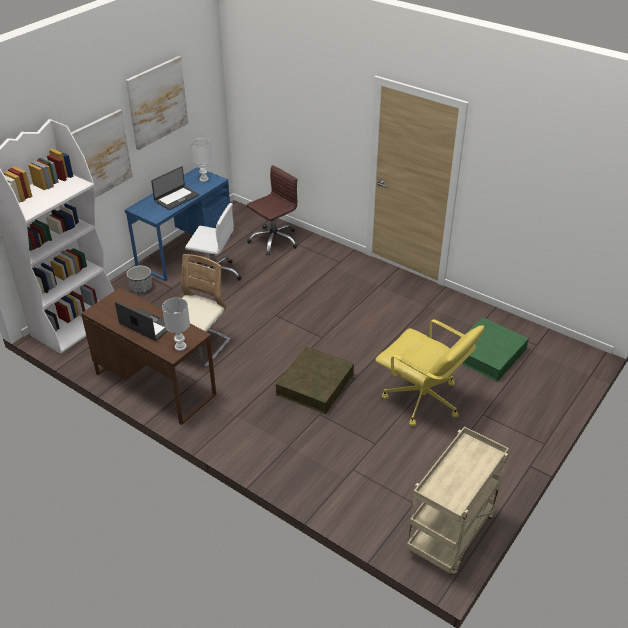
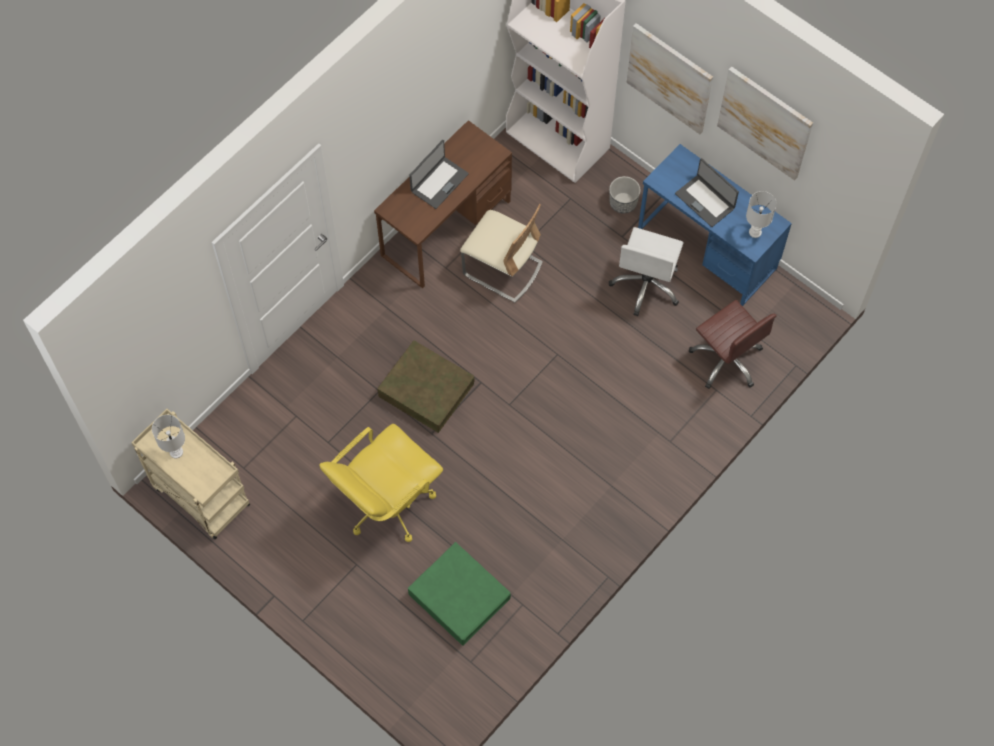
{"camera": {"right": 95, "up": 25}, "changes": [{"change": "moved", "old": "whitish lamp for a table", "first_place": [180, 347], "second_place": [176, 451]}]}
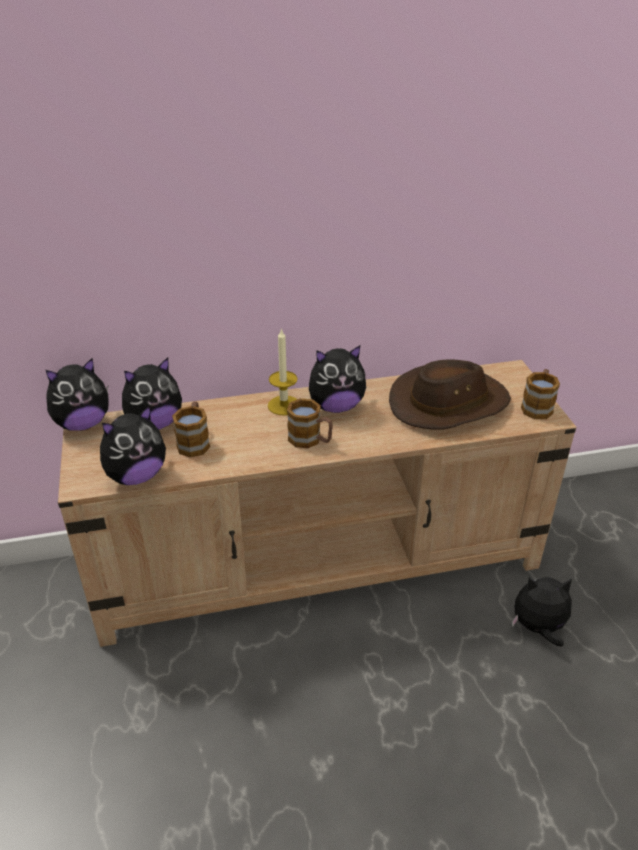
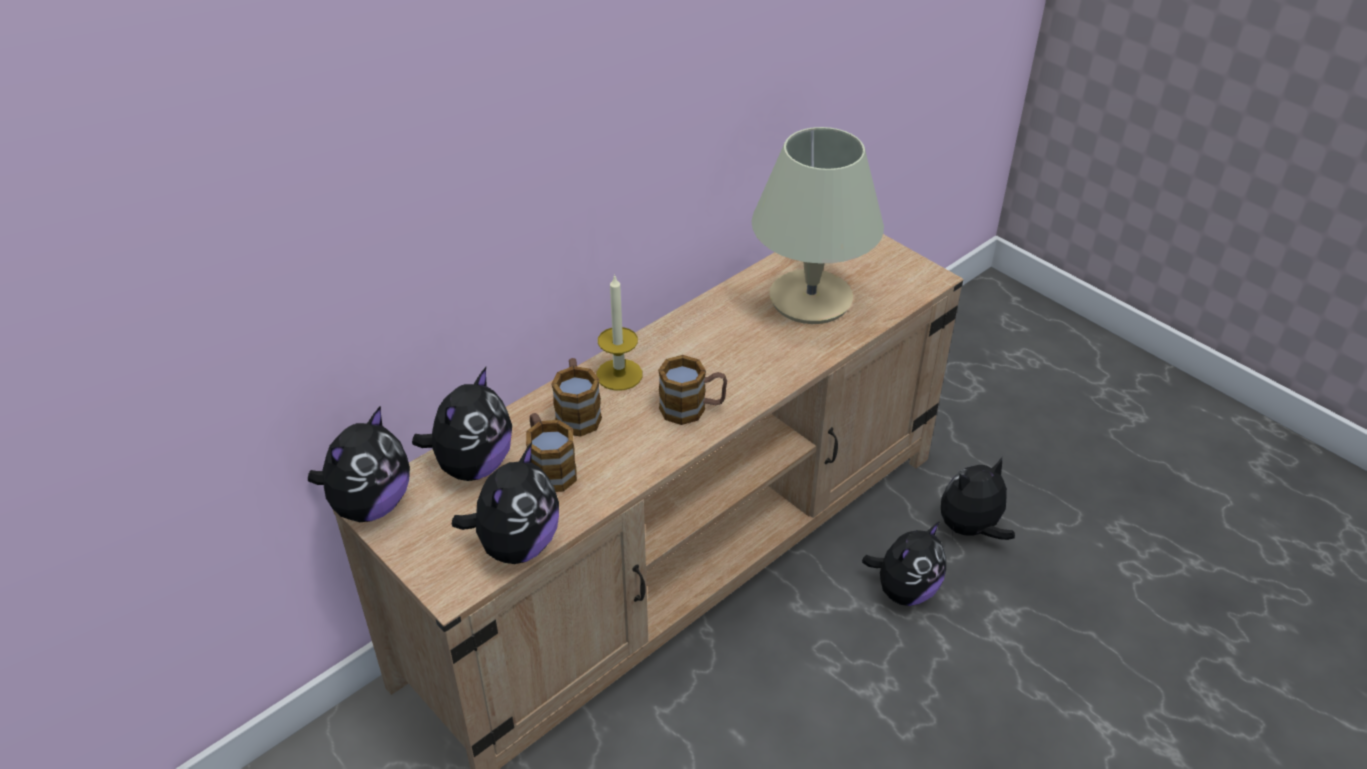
{"camera": {"right": -30, "up": 5}, "changes": [{"change": "moved", "old": "coffee mug", "first_place": [538, 406], "second_place": [577, 412]}, {"change": "replaced", "old": "brown clothing hat", "new": "beige-coloured lamp for a table", "first_place": [448, 403], "second_place": [809, 299]}, {"change": "moved", "old": "cuddly toy", "first_place": [336, 406], "second_place": [904, 590]}]}
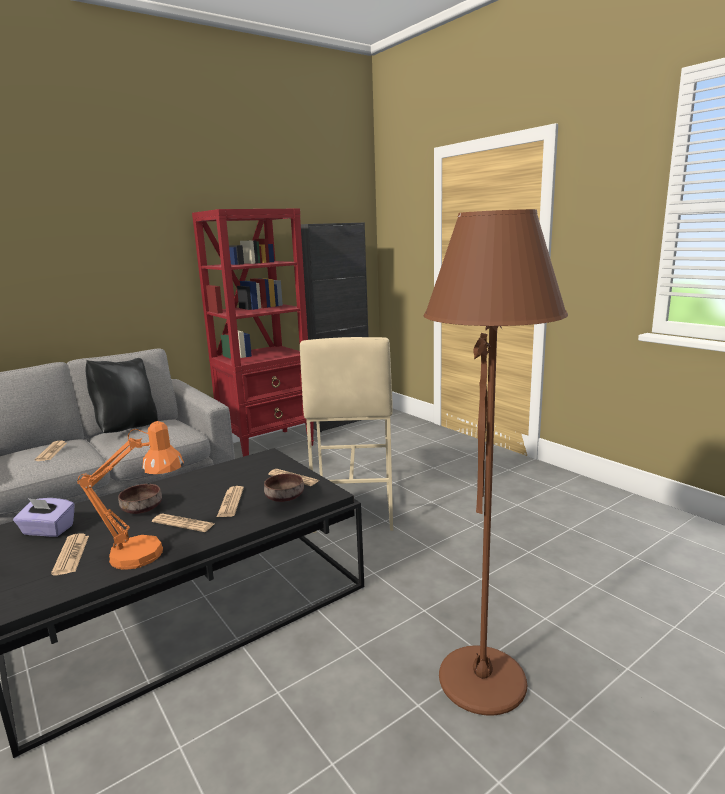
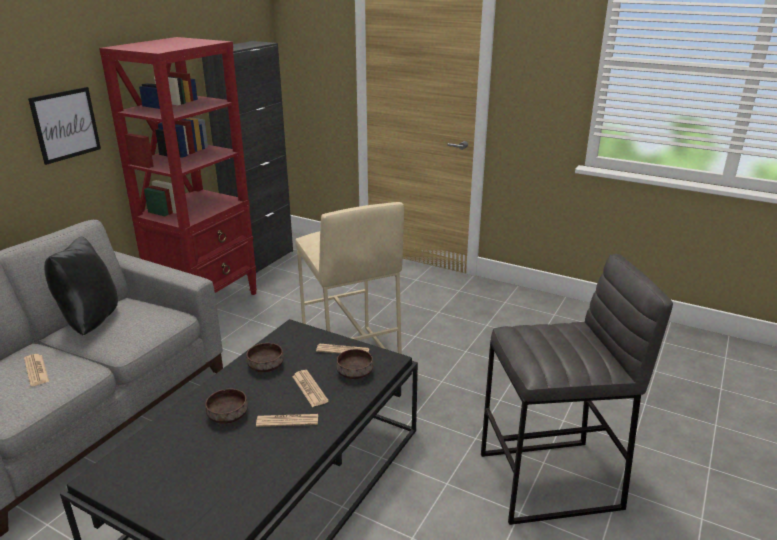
{"camera": {"right": -25, "up": 10}, "changes": [{"change": "added", "new": "picture", "second_place": [66, 125]}, {"change": "added", "new": "brown bowl", "second_place": [265, 366]}, {"change": "replaced", "old": "brown standing lamp", "new": "gray sitting stool", "first_place": [482, 682], "second_place": [551, 481]}, {"change": "removed", "old": "purple-coloured tissue holder", "first_place": [48, 530]}, {"change": "removed", "old": "newspaper", "first_place": [71, 555]}, {"change": "removed", "old": "orange-coloured lamp for a table", "first_place": [148, 553]}]}
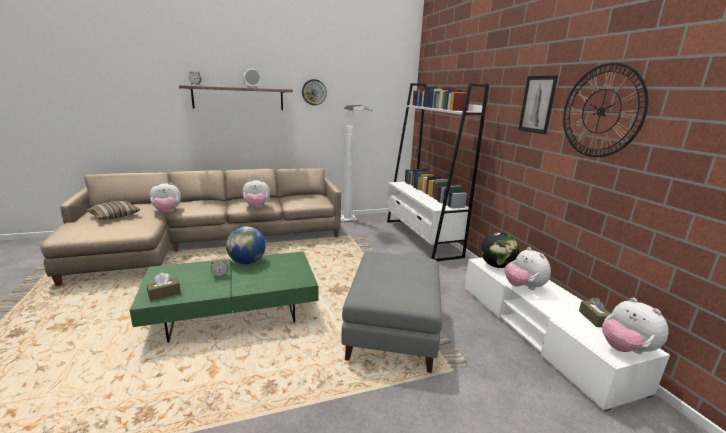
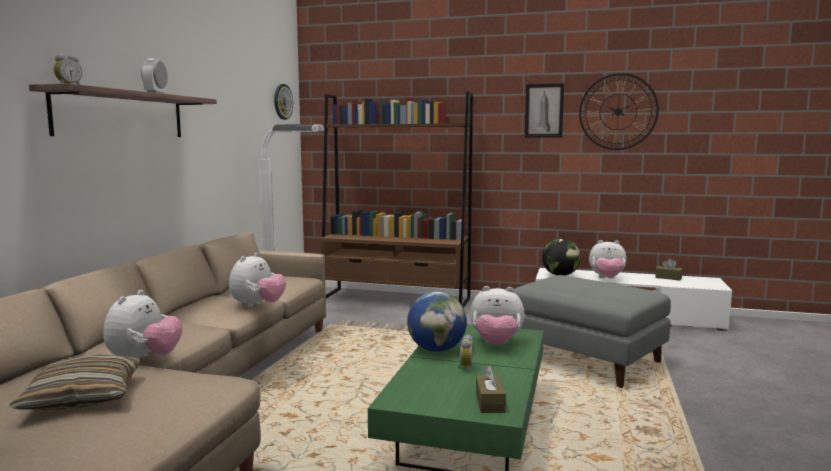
{"camera": {"right": -55, "up": -10}, "changes": [{"change": "moved", "old": "hanging clock", "first_place": [314, 92], "second_place": [282, 102]}, {"change": "recoloured", "old": "whitish bookcase", "new": "brown bookcase", "first_place": [421, 238], "second_place": [396, 299]}, {"change": "moved", "old": "cuddly toy", "first_place": [626, 349], "second_place": [496, 344]}]}
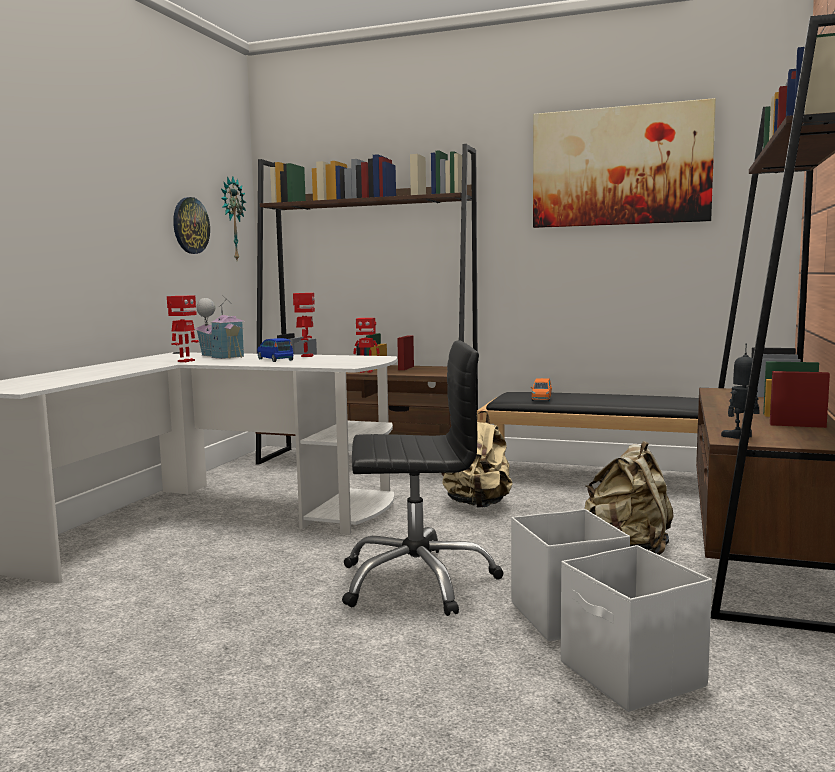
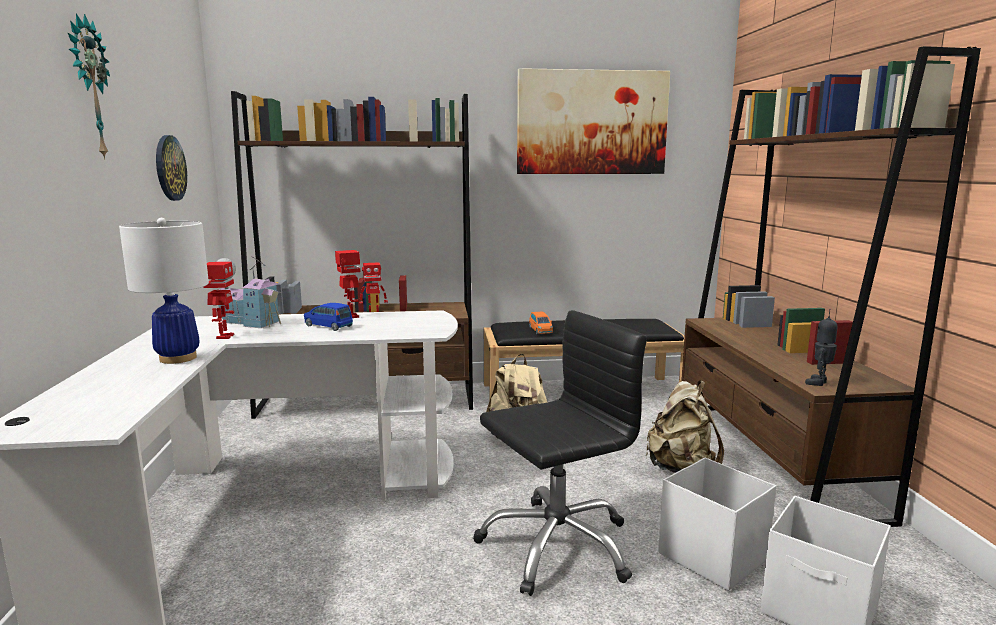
{"camera": {"right": -25, "up": 5}, "changes": [{"change": "moved", "old": "hanging clock", "first_place": [231, 219], "second_place": [88, 88]}, {"change": "added", "new": "whitish lamp for a table", "second_place": [178, 358]}]}
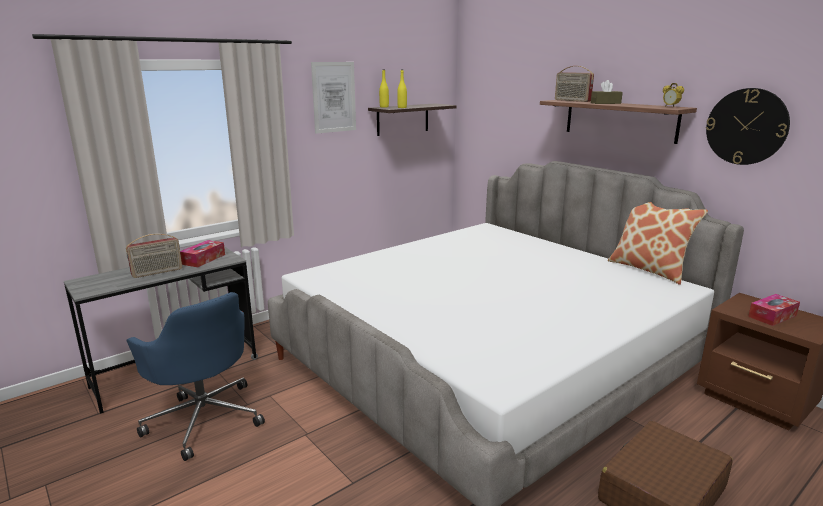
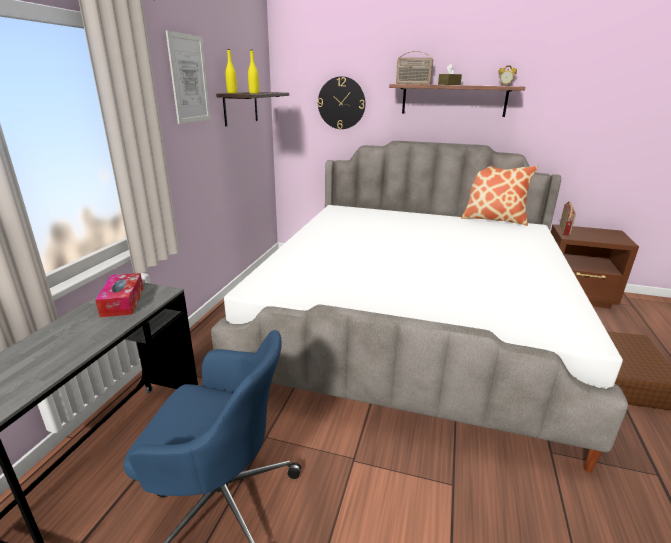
{"camera": {"right": -35, "up": 5}, "changes": [{"change": "moved", "old": "hanging clock", "first_place": [746, 126], "second_place": [341, 103]}, {"change": "moved", "old": "radio receiver", "first_place": [157, 272], "second_place": [564, 230]}, {"change": "removed", "old": "tissue holder", "first_place": [772, 316]}]}
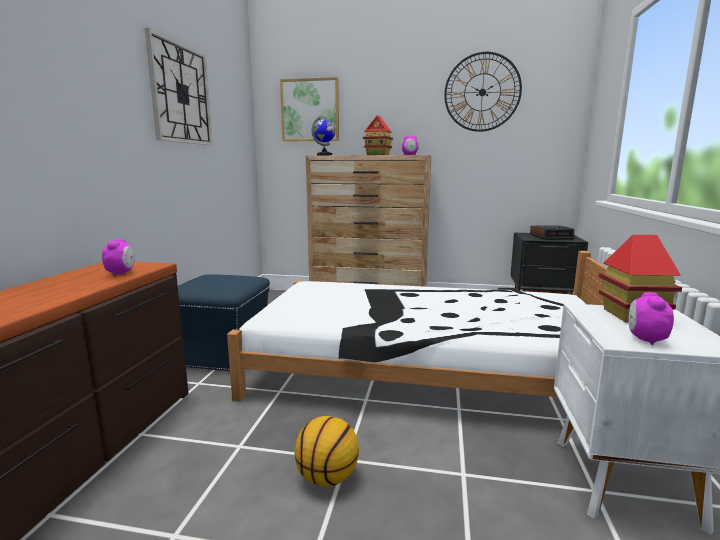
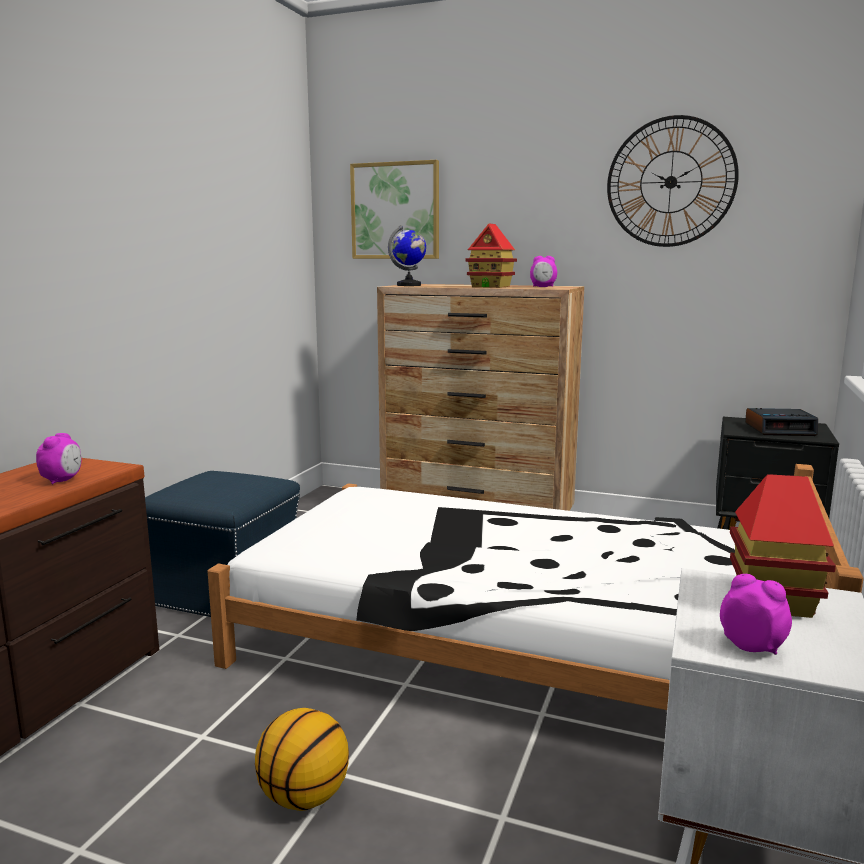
{"camera": {"right": 10, "up": 0}, "changes": [{"change": "turned", "old": "alarm clock", "first_place": [645, 339], "second_place": [752, 646], "degrees": 105}, {"change": "removed", "old": "hanging clock", "first_place": [181, 94]}]}
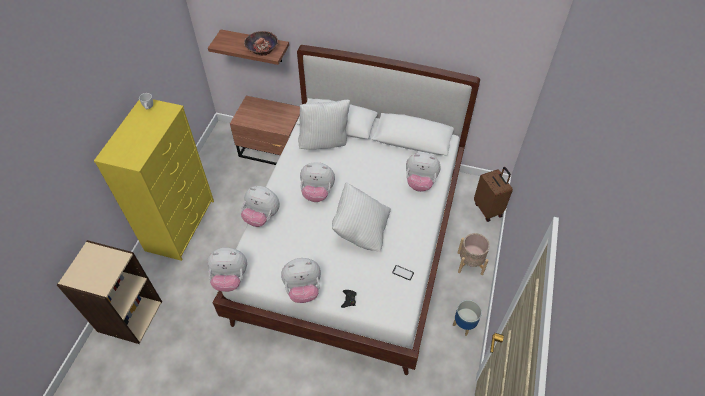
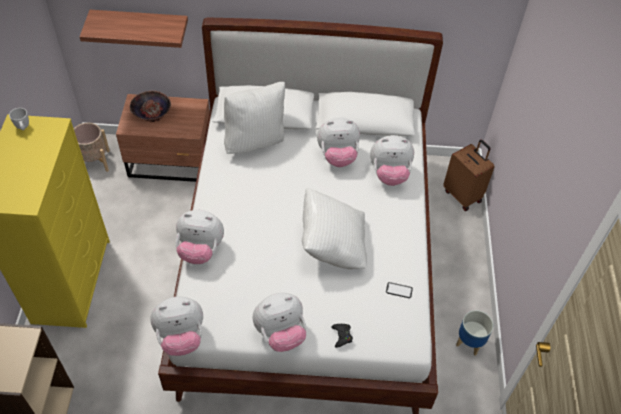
{"camera": {"right": -15, "up": 0}, "changes": [{"change": "moved", "old": "beige-coloured plant pot", "first_place": [470, 263], "second_place": [94, 161]}, {"change": "moved", "old": "bowl", "first_place": [262, 47], "second_place": [151, 111]}, {"change": "moved", "old": "cuddly toy", "first_place": [317, 193], "second_place": [337, 156]}]}
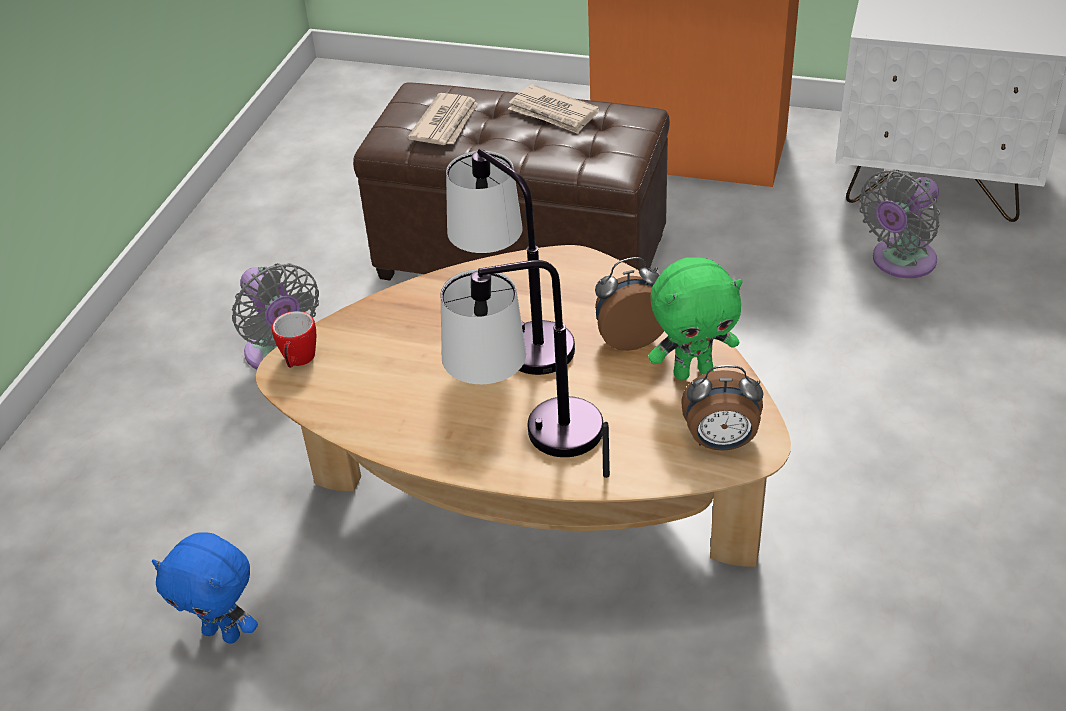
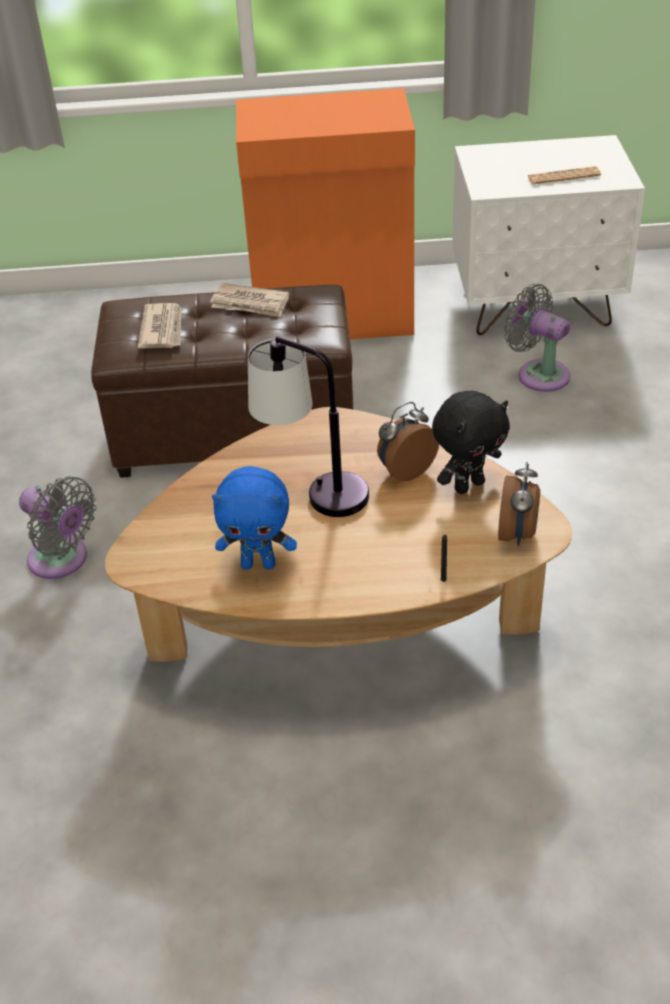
{"camera": {"right": -20, "up": 0}, "changes": [{"change": "moved", "old": "blue cuddly toy", "first_place": [224, 632], "second_place": [259, 564]}, {"change": "recoloured", "old": "green-coloured cuddly toy", "new": "black-coloured cuddly toy", "first_place": [693, 372], "second_place": [468, 485]}, {"change": "turned", "old": "alarm clock", "first_place": [721, 443], "second_place": [518, 533], "degrees": -60}, {"change": "turned", "old": "gray cooling fan", "first_place": [899, 262], "second_place": [538, 374], "degrees": 105}, {"change": "added", "new": "newspaper", "second_place": [563, 176]}, {"change": "removed", "old": "coffee mug", "first_place": [298, 361]}, {"change": "removed", "old": "lamp for a table", "first_place": [530, 440]}]}
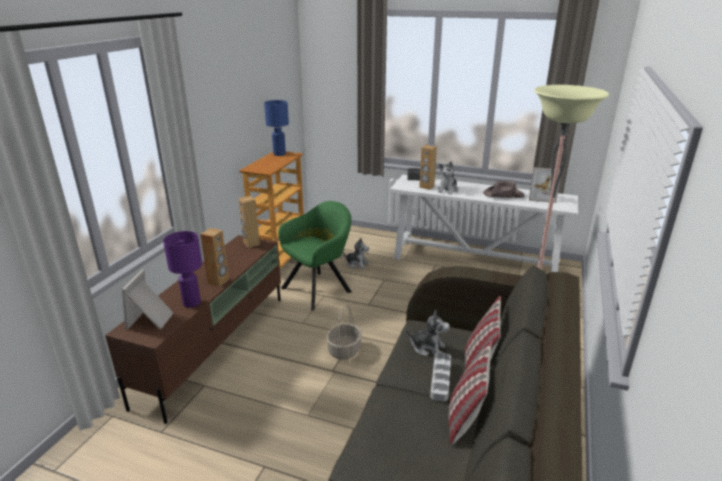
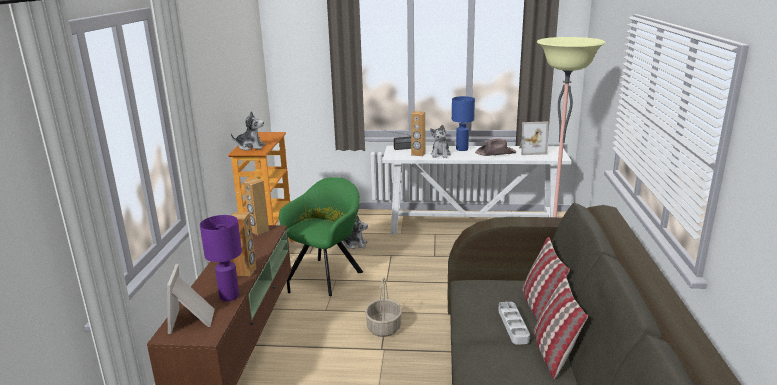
{"camera": {"right": -15, "up": -5}, "changes": [{"change": "moved", "old": "cuddly toy", "first_place": [427, 348], "second_place": [250, 147]}, {"change": "moved", "old": "blue lamp for a table", "first_place": [279, 154], "second_place": [462, 149]}]}
